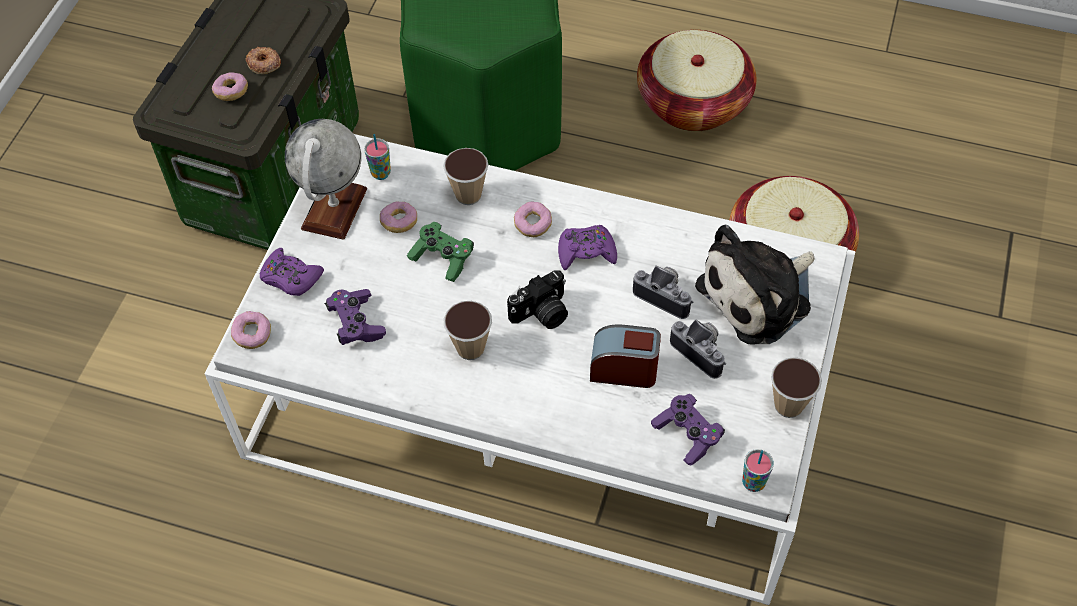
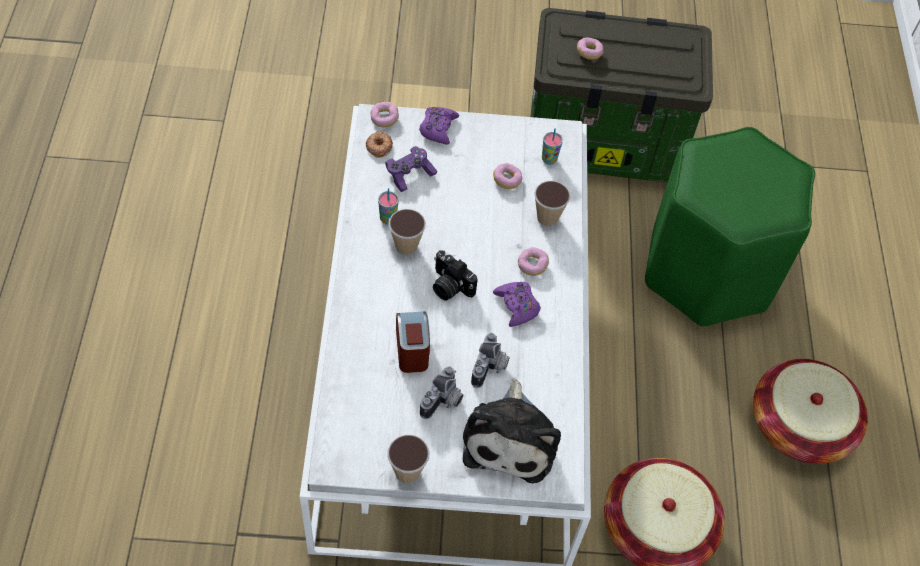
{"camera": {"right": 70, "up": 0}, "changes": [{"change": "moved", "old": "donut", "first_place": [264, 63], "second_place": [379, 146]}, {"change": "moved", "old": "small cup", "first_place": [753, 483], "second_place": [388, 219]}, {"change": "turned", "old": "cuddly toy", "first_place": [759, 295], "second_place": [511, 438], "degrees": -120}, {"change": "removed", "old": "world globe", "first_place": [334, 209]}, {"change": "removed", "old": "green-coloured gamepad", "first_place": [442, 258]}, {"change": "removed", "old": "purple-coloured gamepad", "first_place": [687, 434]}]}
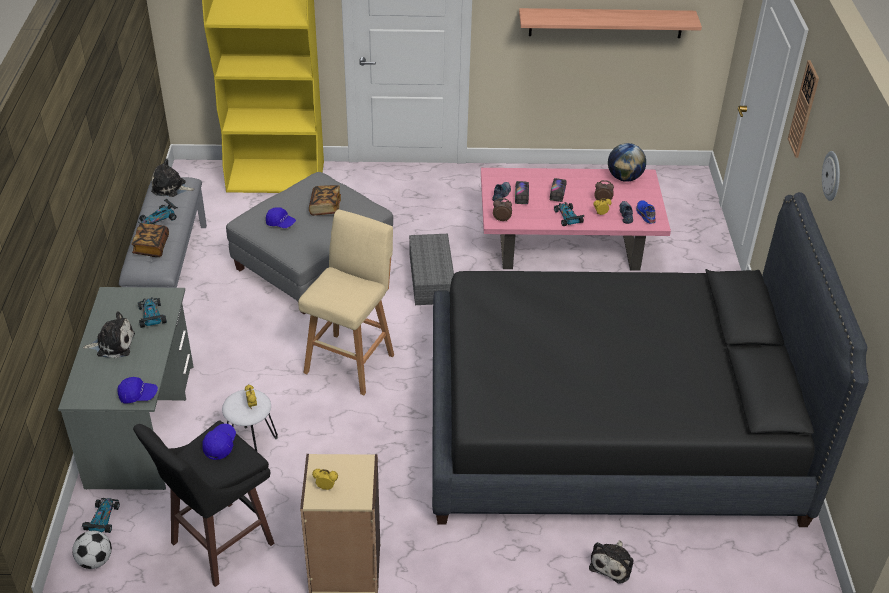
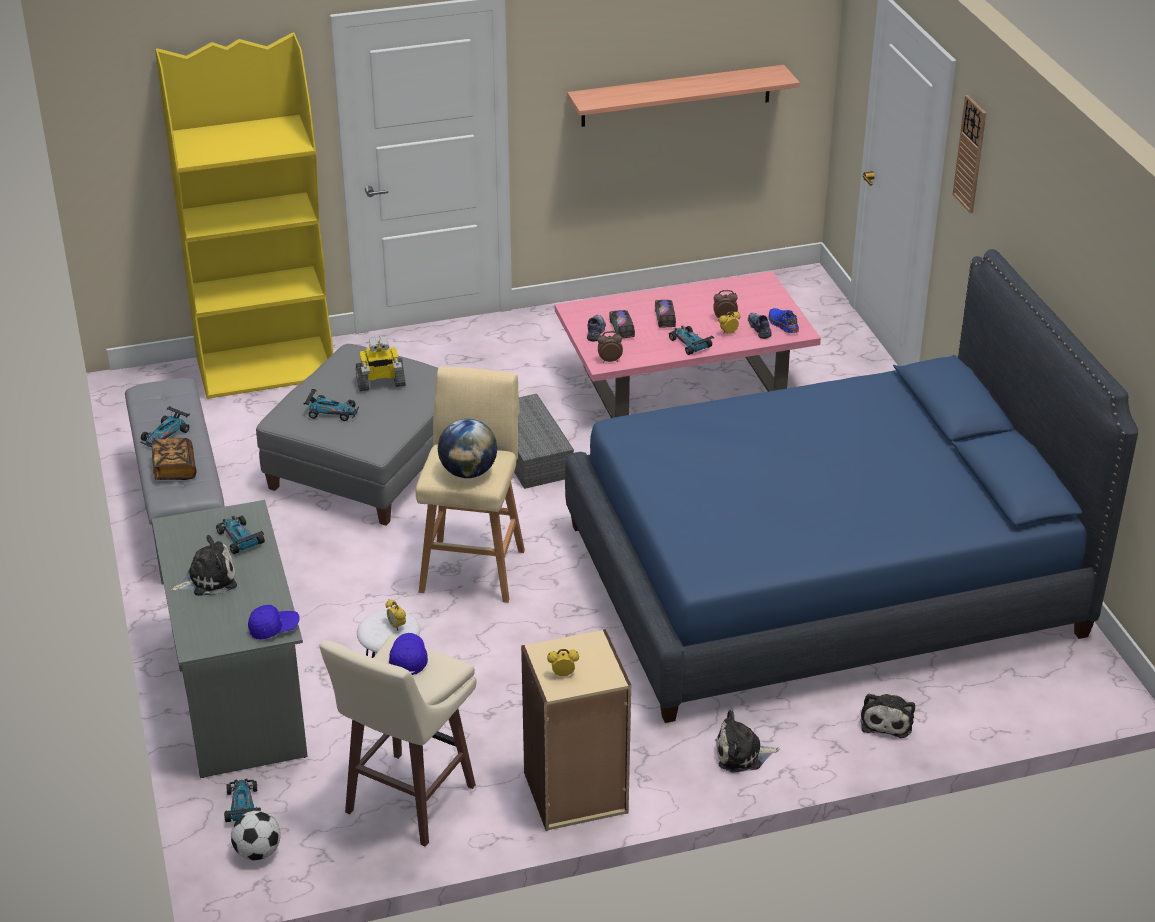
{"camera": {"right": -15, "up": -5}, "changes": [{"change": "replaced", "old": "blue peaked cap", "new": "miniature car", "first_place": [281, 223], "second_place": [332, 412]}, {"change": "recoloured", "old": "black-coloured sitting stool", "new": "beige-coloured sitting stool", "first_place": [219, 544], "second_place": [407, 801]}, {"change": "replaced", "old": "volume", "new": "robot figure", "first_place": [325, 207], "second_place": [380, 383]}, {"change": "moved", "old": "world globe", "first_place": [624, 178], "second_place": [468, 472]}, {"change": "recoloured", "old": "black-coloured bed", "new": "blue bed", "first_place": [610, 428], "second_place": [823, 579]}, {"change": "moved", "old": "cuddly toy", "first_place": [170, 188], "second_place": [742, 754]}, {"change": "removed", "old": "hanging clock", "first_place": [832, 175]}]}
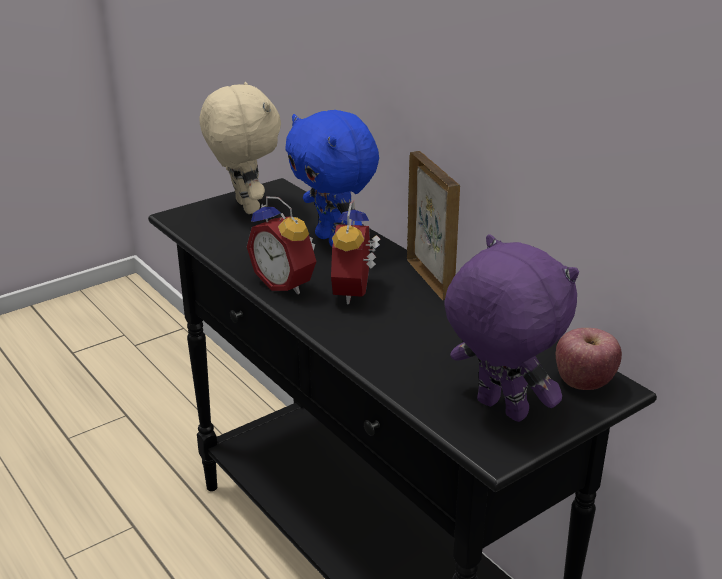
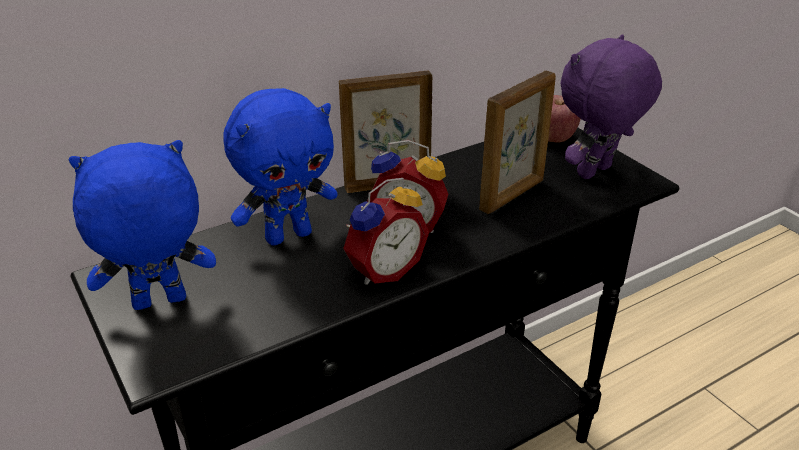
{"camera": {"right": -85, "up": 5}, "changes": [{"change": "recoloured", "old": "beige-coloured cuddly toy", "new": "blue cuddly toy", "first_place": [244, 207], "second_place": [159, 304]}, {"change": "added", "new": "photo frame", "second_place": [513, 195]}]}
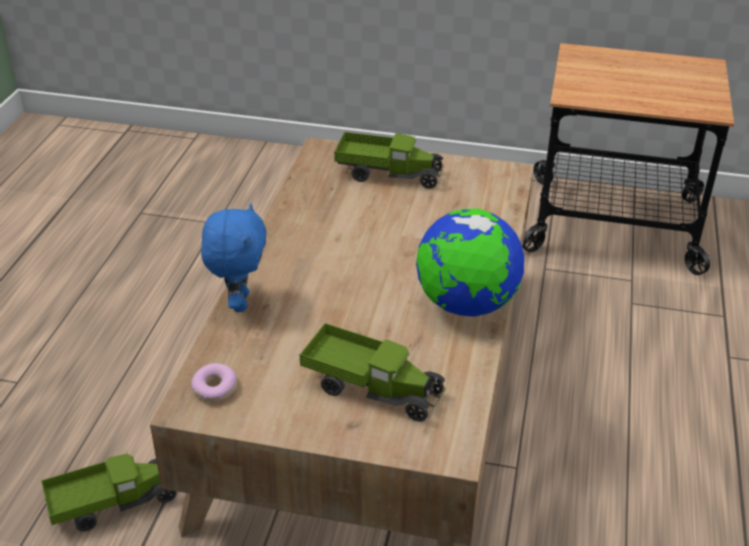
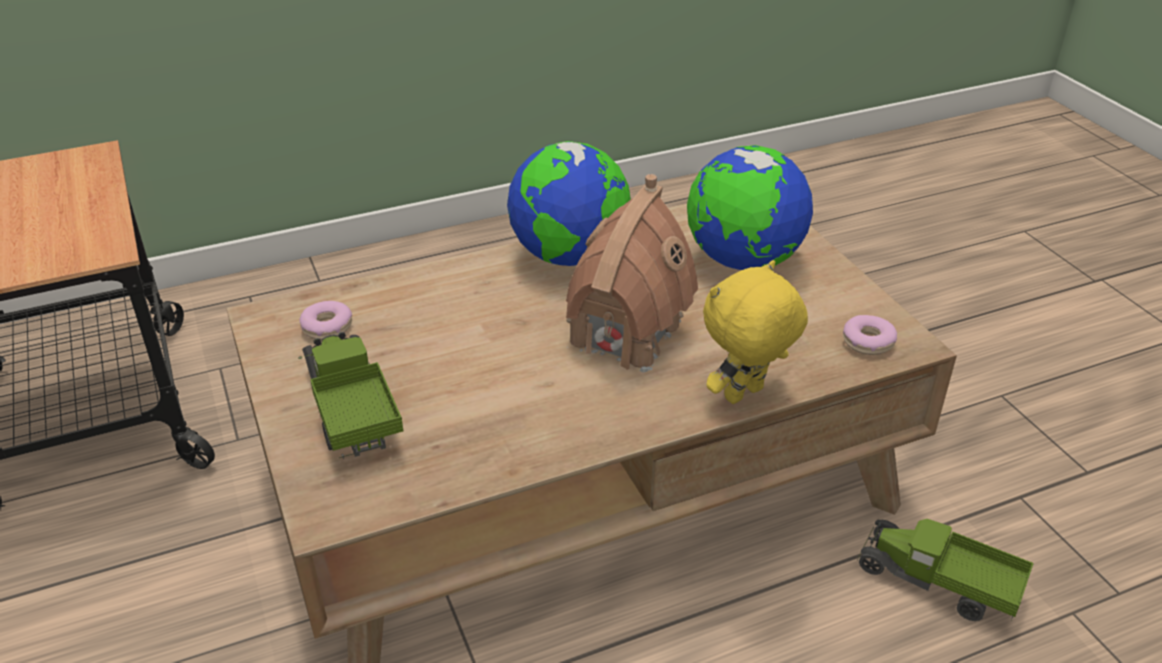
{"camera": {"right": -125, "up": 0}, "changes": [{"change": "added", "new": "donut", "second_place": [327, 327]}, {"change": "added", "new": "miniature house", "second_place": [625, 333]}, {"change": "replaced", "old": "toy truck", "new": "world globe", "first_place": [372, 387], "second_place": [743, 261]}, {"change": "recoloured", "old": "blue cuddly toy", "new": "yellow-coloured cuddly toy", "first_place": [238, 302], "second_place": [745, 396]}]}
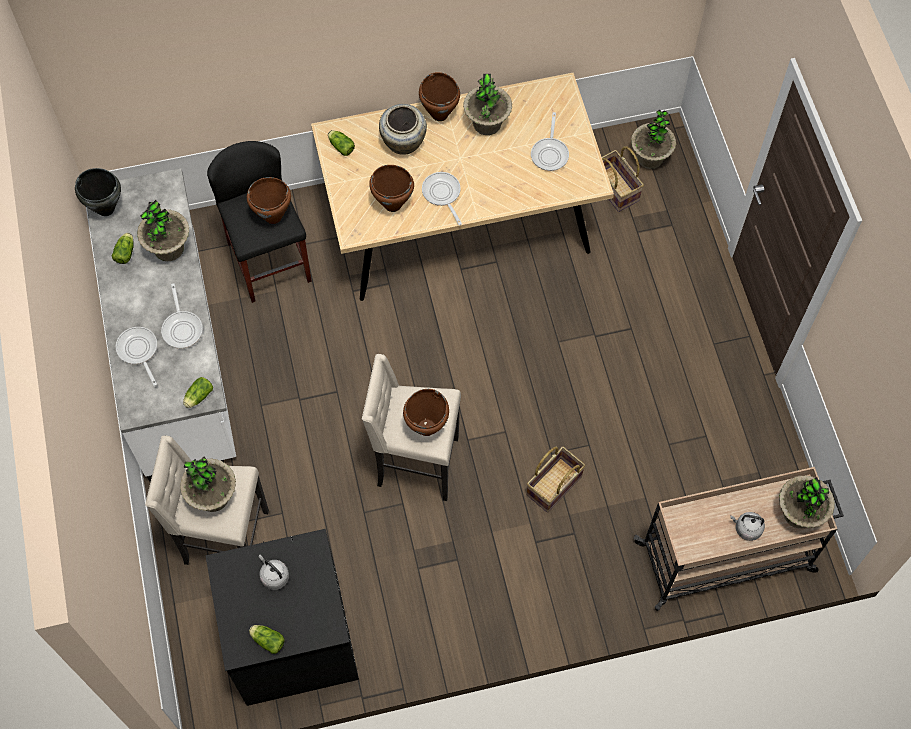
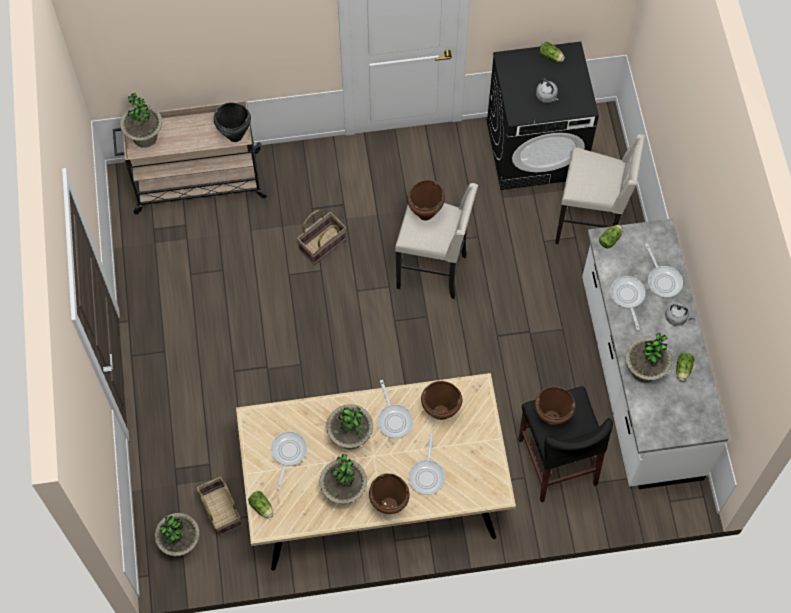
{"camera": {"right": -175, "up": 0}, "changes": [{"change": "moved", "old": "black-coloured saucepot", "first_place": [106, 208], "second_place": [235, 136]}, {"change": "moved", "old": "head of lettuce", "first_place": [340, 146], "second_place": [262, 508]}, {"change": "moved", "old": "houseplant", "first_place": [213, 497], "second_place": [350, 437]}, {"change": "replaced", "old": "beige-coloured decorative vase", "new": "skillet", "first_place": [403, 144], "second_place": [427, 475]}, {"change": "moved", "old": "gray kettle", "first_place": [746, 528], "second_place": [677, 317]}]}
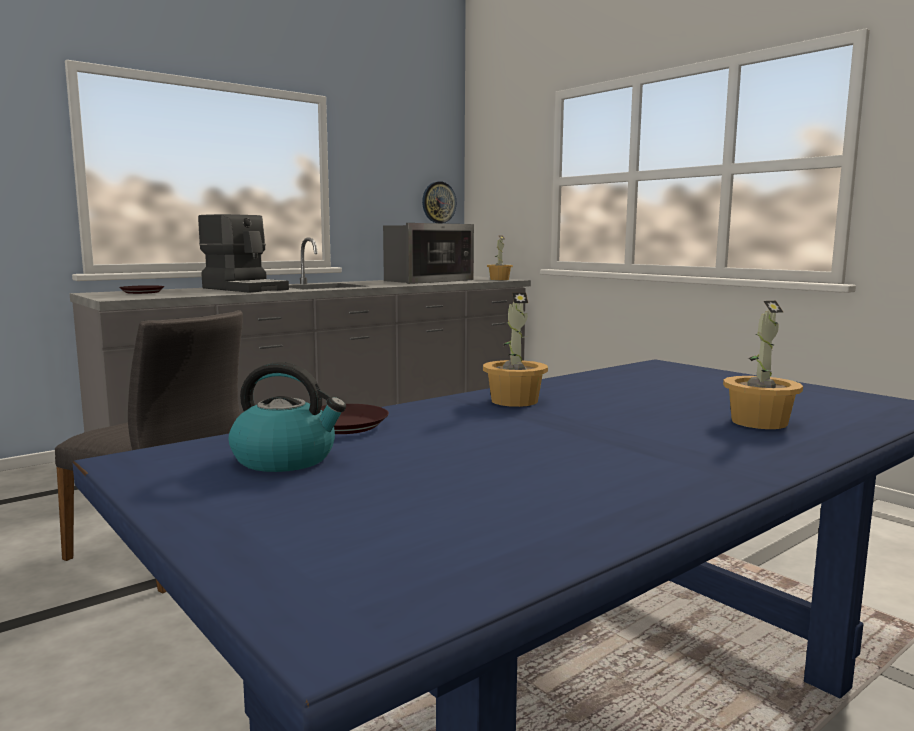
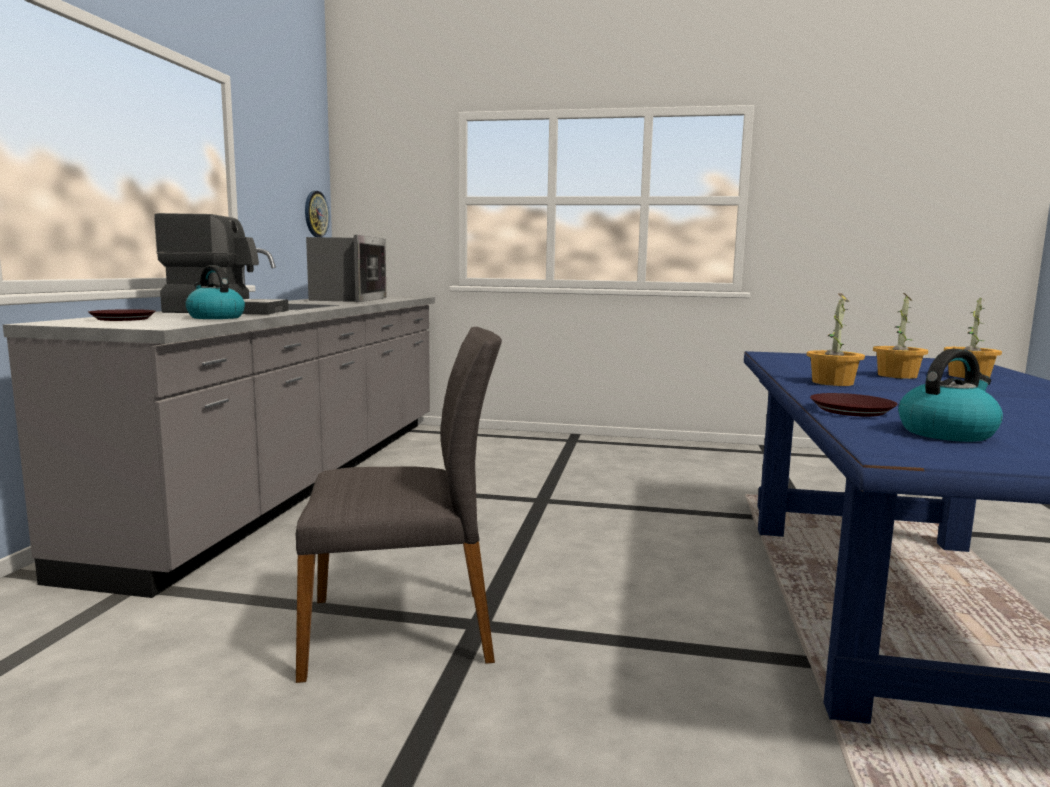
{"camera": {"right": -40, "up": 0}, "changes": [{"change": "added", "new": "kettle", "second_place": [215, 317]}, {"change": "moved", "old": "houseplant", "first_place": [499, 279], "second_place": [896, 375]}]}
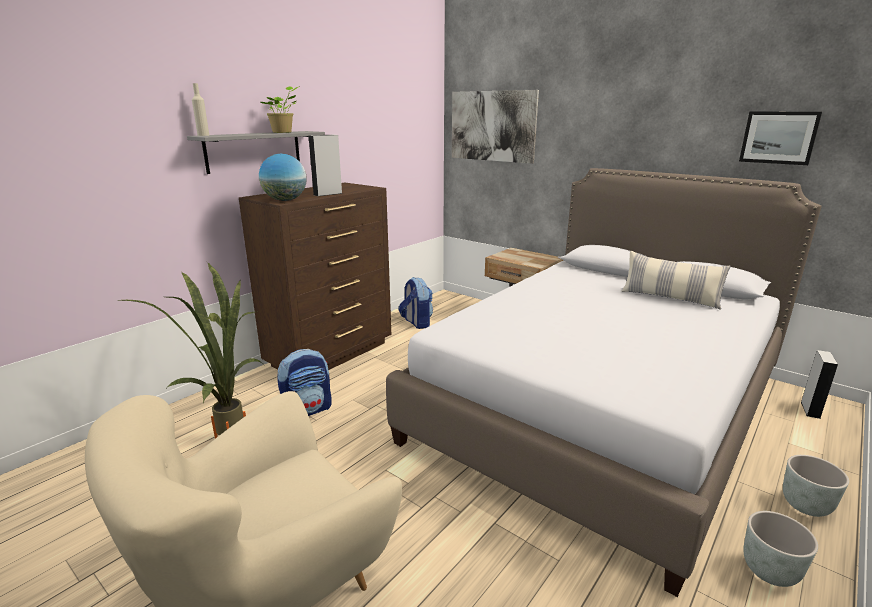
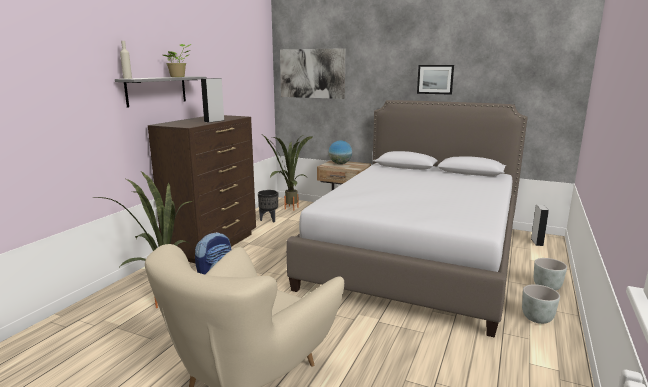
{"camera": {"right": -15, "up": -5}, "changes": [{"change": "replaced", "old": "backpack", "new": "black-coloured plant pot", "first_place": [416, 323], "second_place": [268, 220]}, {"change": "added", "new": "houseplant", "second_place": [288, 209]}, {"change": "moved", "old": "world globe", "first_place": [285, 200], "second_place": [340, 164]}, {"change": "moved", "old": "picture", "first_place": [778, 137], "second_place": [435, 79]}, {"change": "removed", "old": "pillow", "first_place": [669, 298]}]}
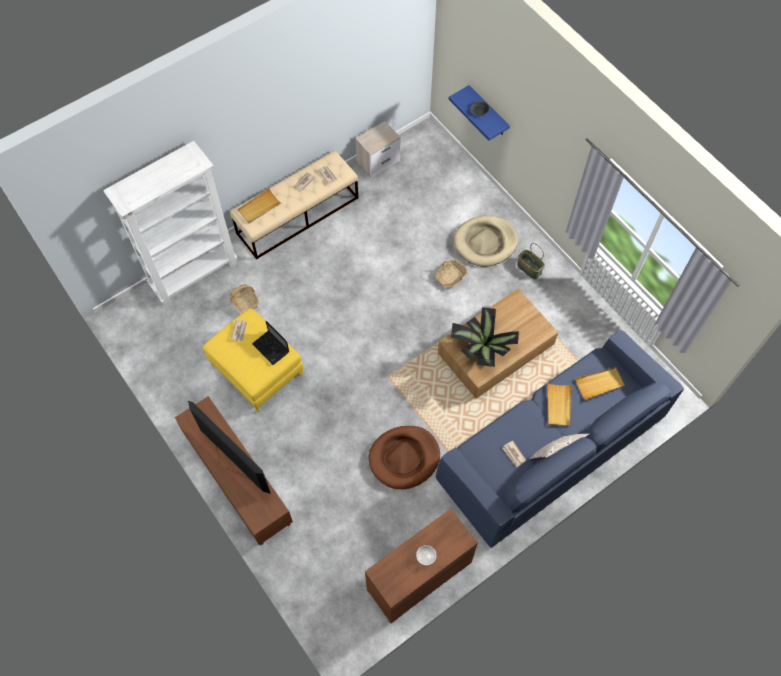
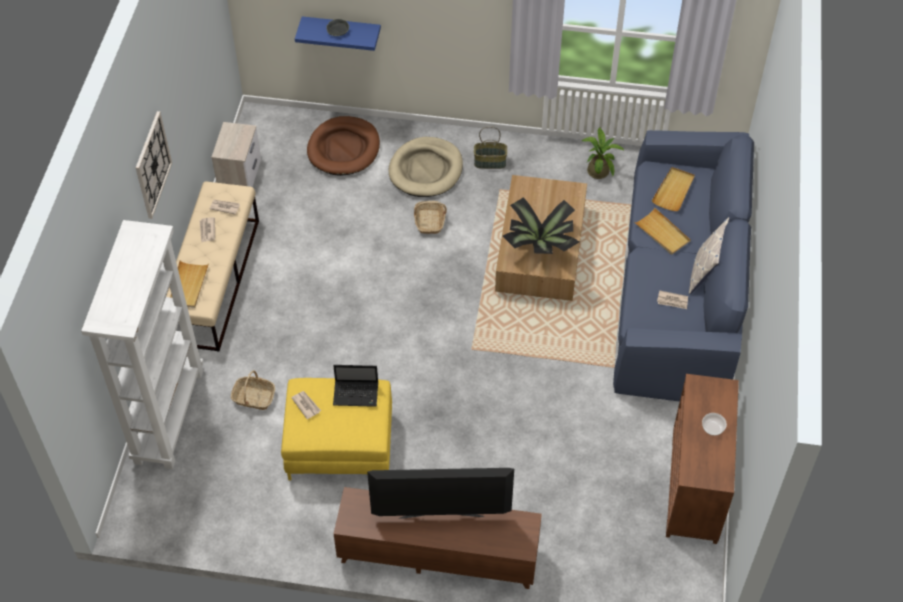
{"camera": {"right": -45, "up": -10}, "changes": [{"change": "added", "new": "hanging clock", "second_place": [152, 165]}, {"change": "moved", "old": "brown dog bed", "first_place": [404, 458], "second_place": [344, 149]}, {"change": "added", "new": "houseplant", "second_place": [598, 169]}]}
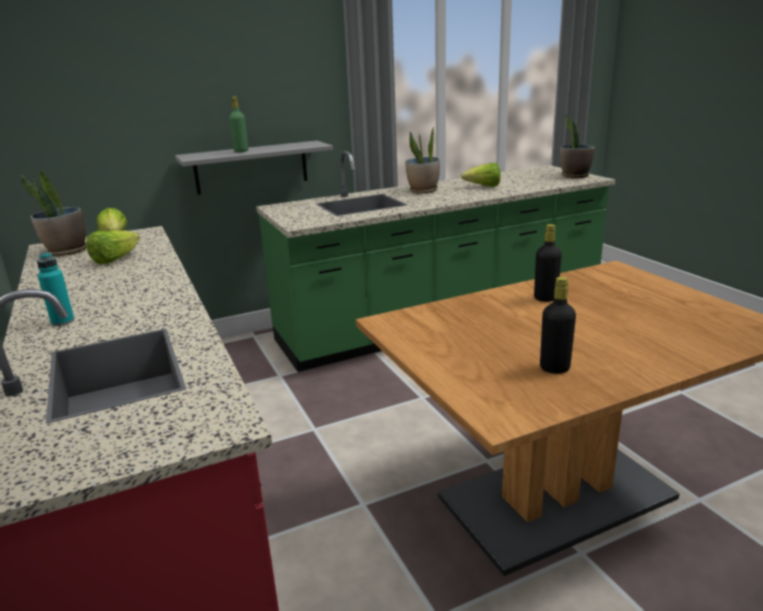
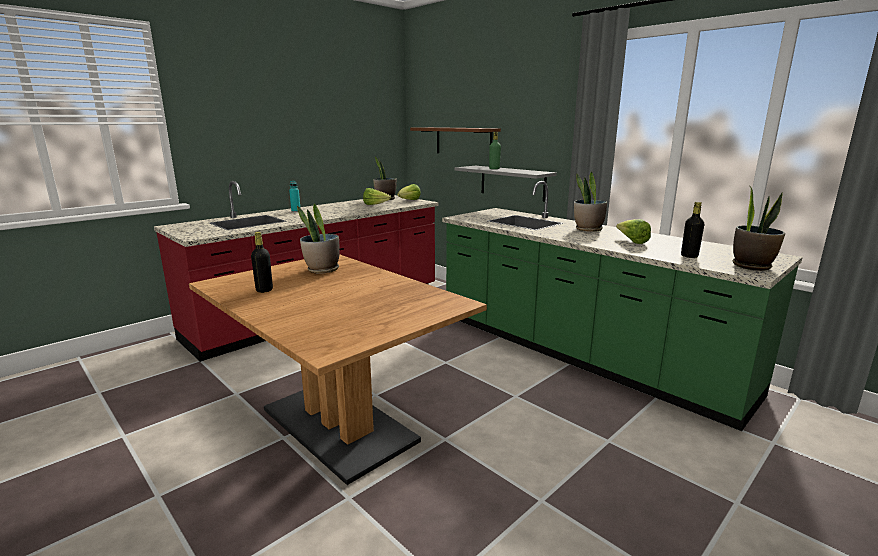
{"camera": {"right": 70, "up": -5}, "changes": [{"change": "added", "new": "houseplant", "second_place": [322, 270]}, {"change": "added", "new": "brown bracket shelf", "second_place": [463, 141]}, {"change": "moved", "old": "black-coloured bottle", "first_place": [545, 298], "second_place": [689, 256]}]}
